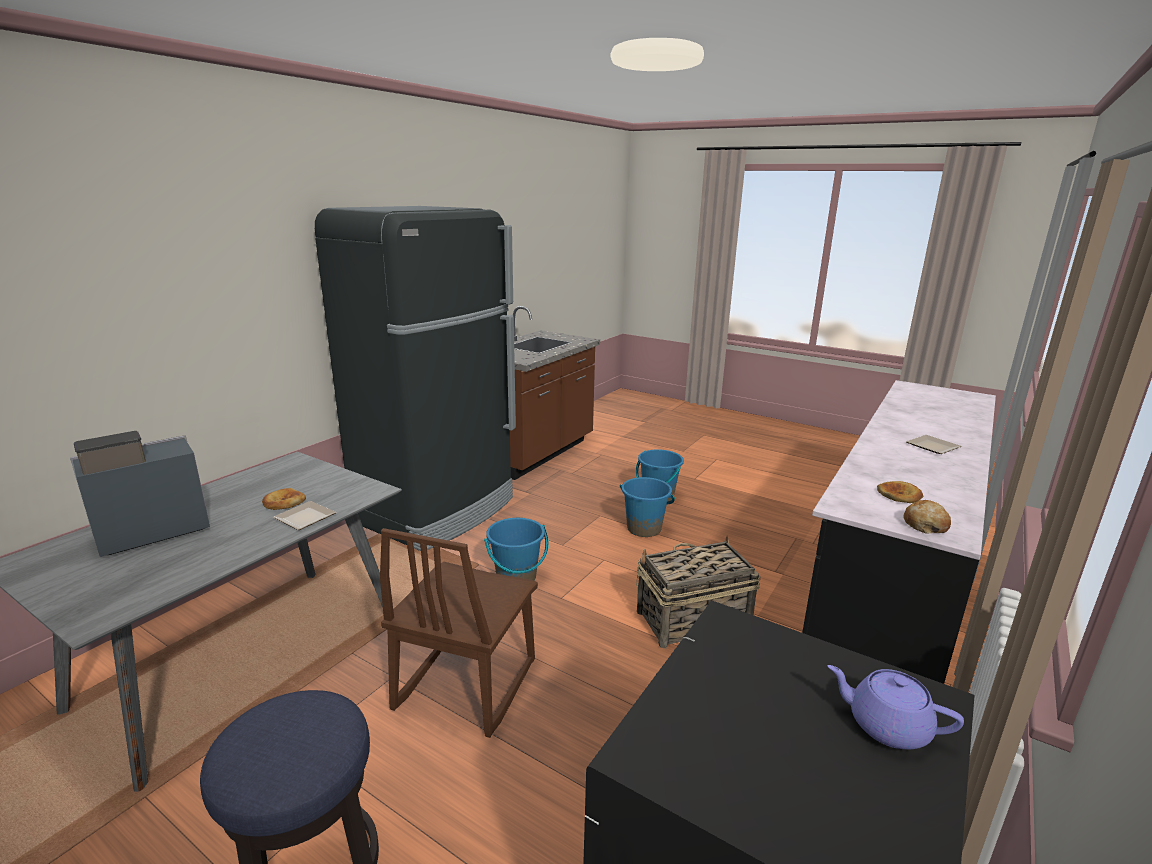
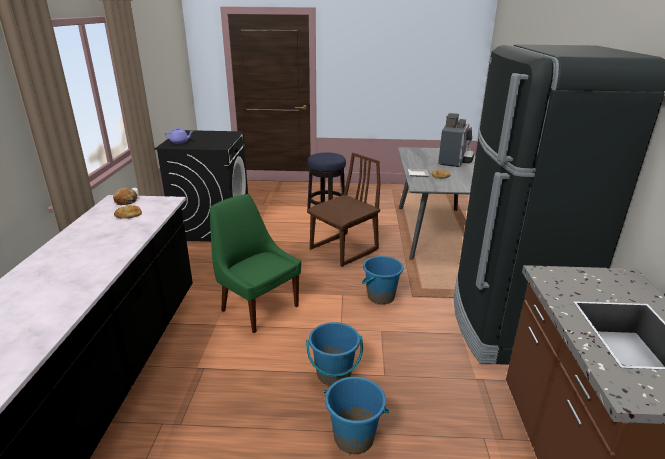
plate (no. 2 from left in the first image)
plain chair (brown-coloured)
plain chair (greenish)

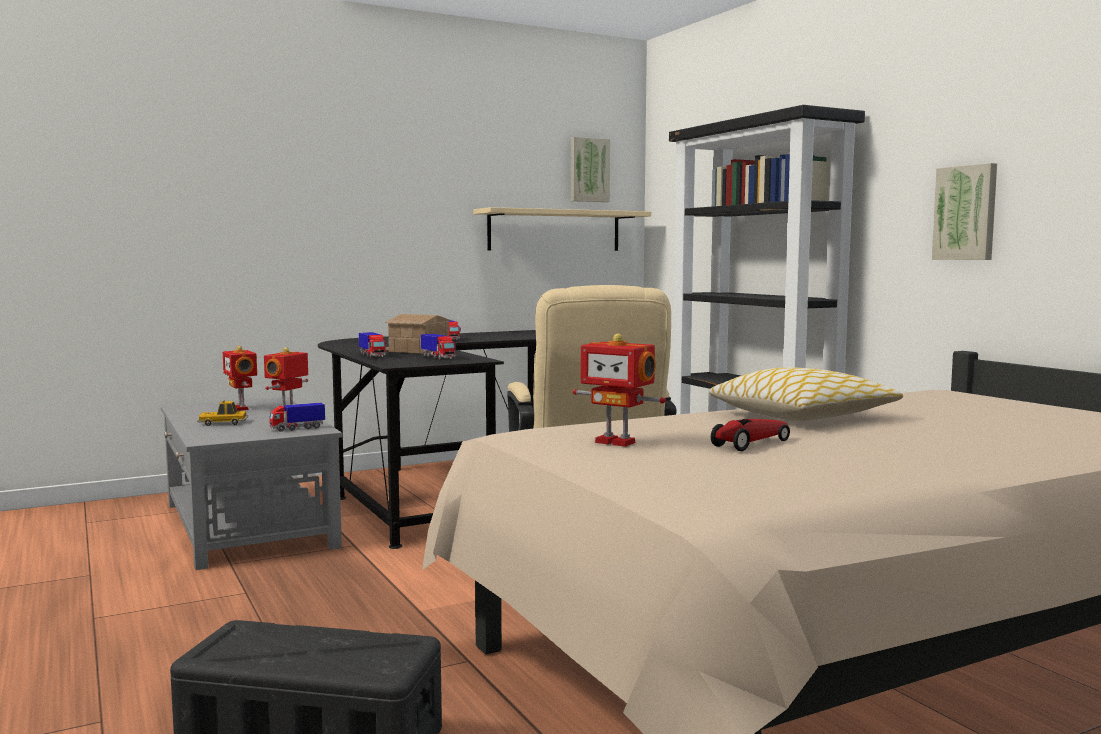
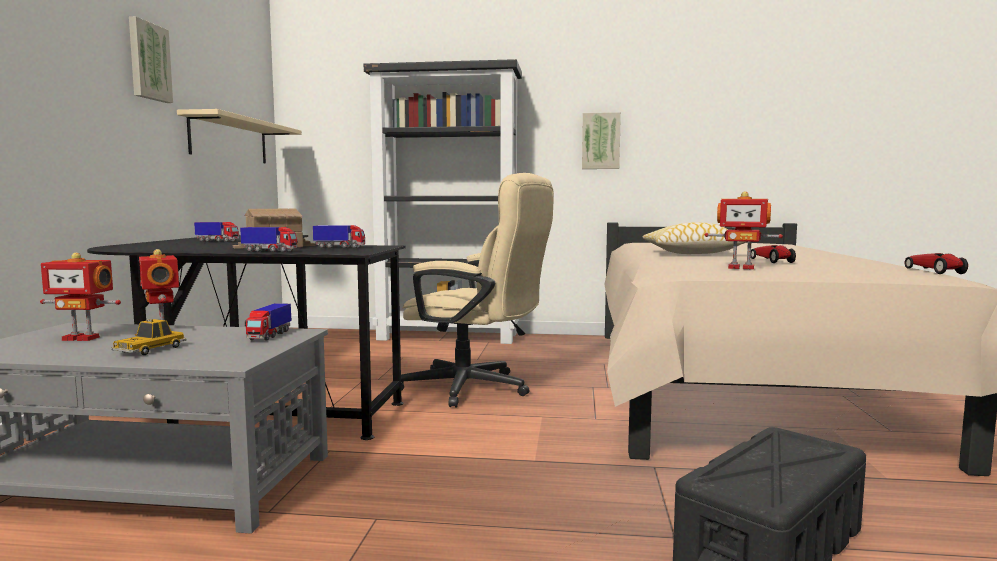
wall picture (no. 1 from left)
robot figure (no. 3 from left)
model car (no. 3 from left)

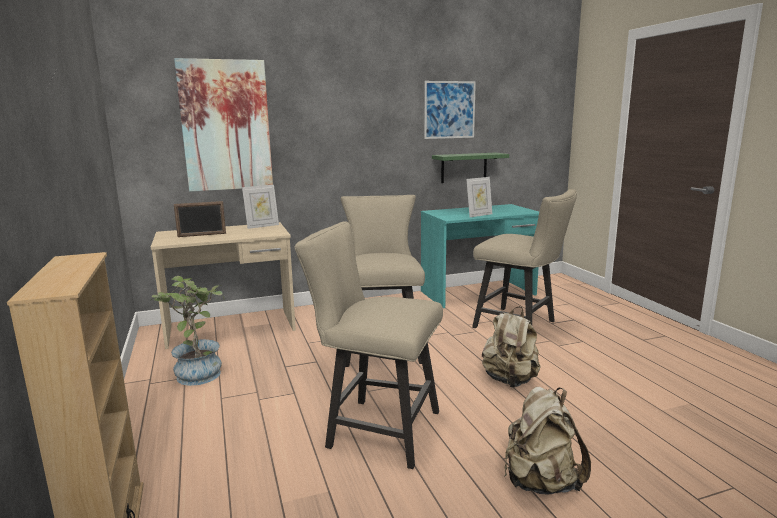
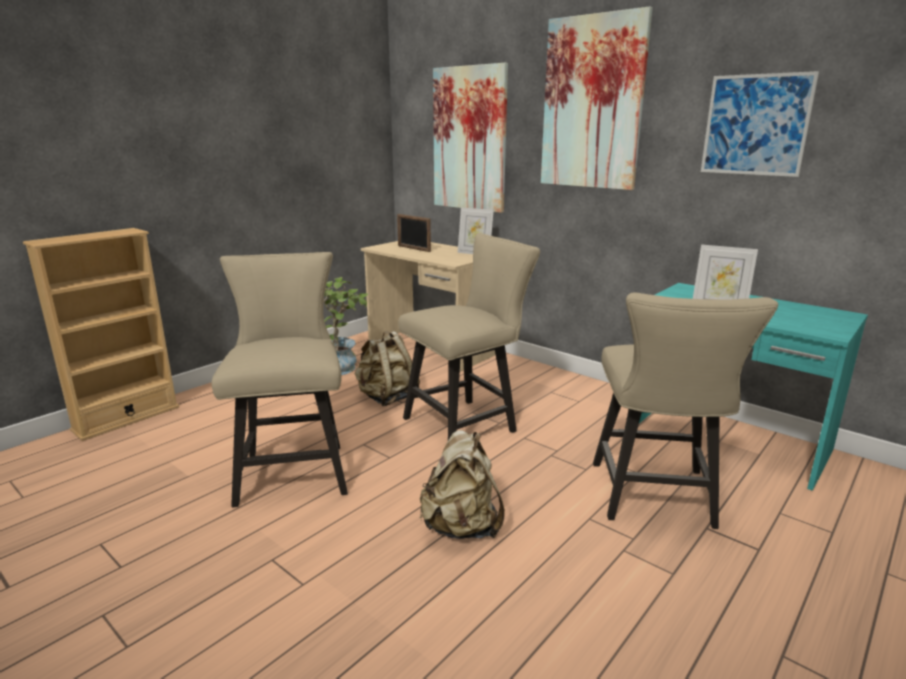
shelf (greenish)
rucksack (sand-coloured) (no. 1 from left)
wall picture (no. 2 from left)

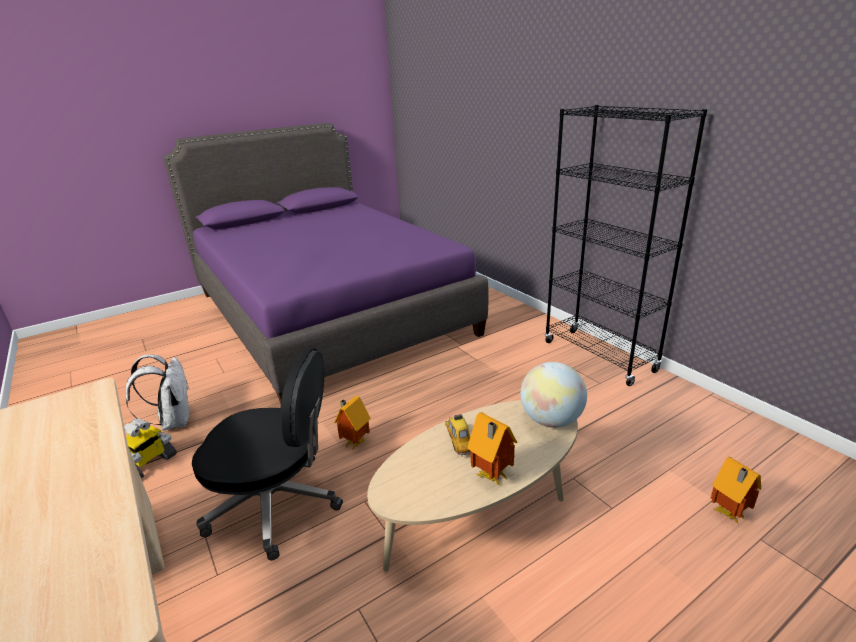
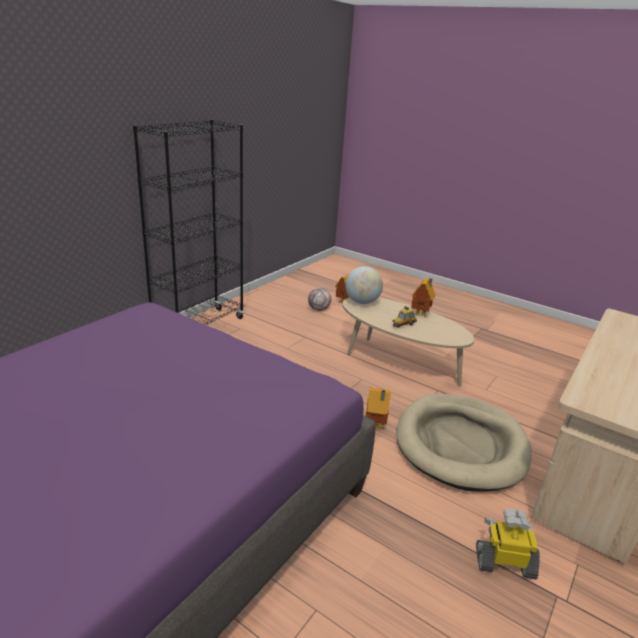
pet bed (sand-coloured)
rucksack (white)
ball for football

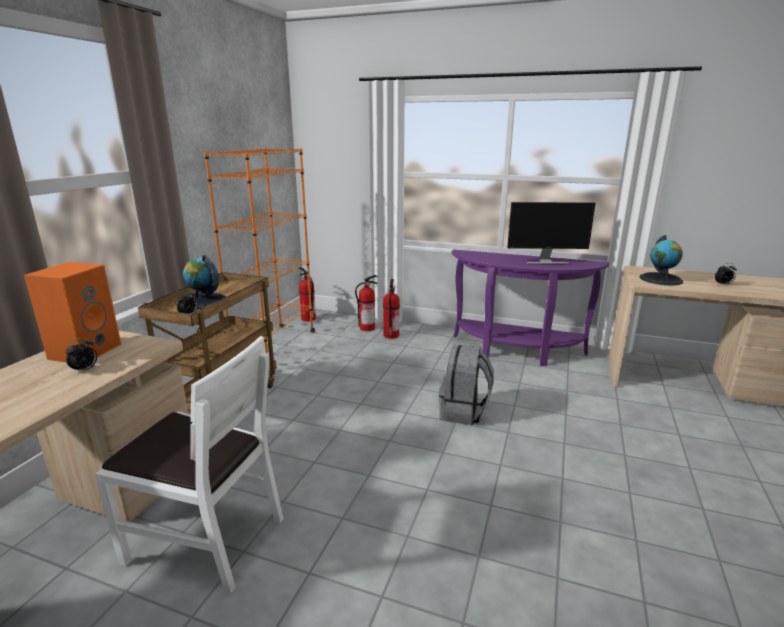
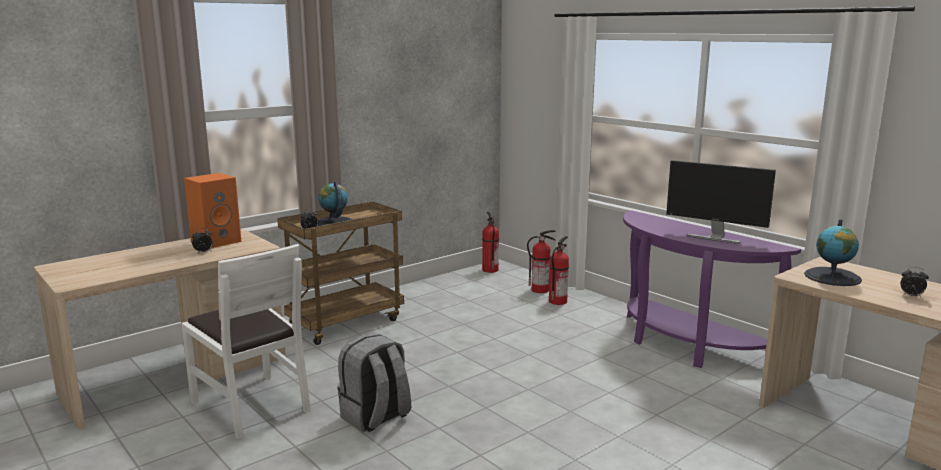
shelving unit (orangey)
rucksack (grey)

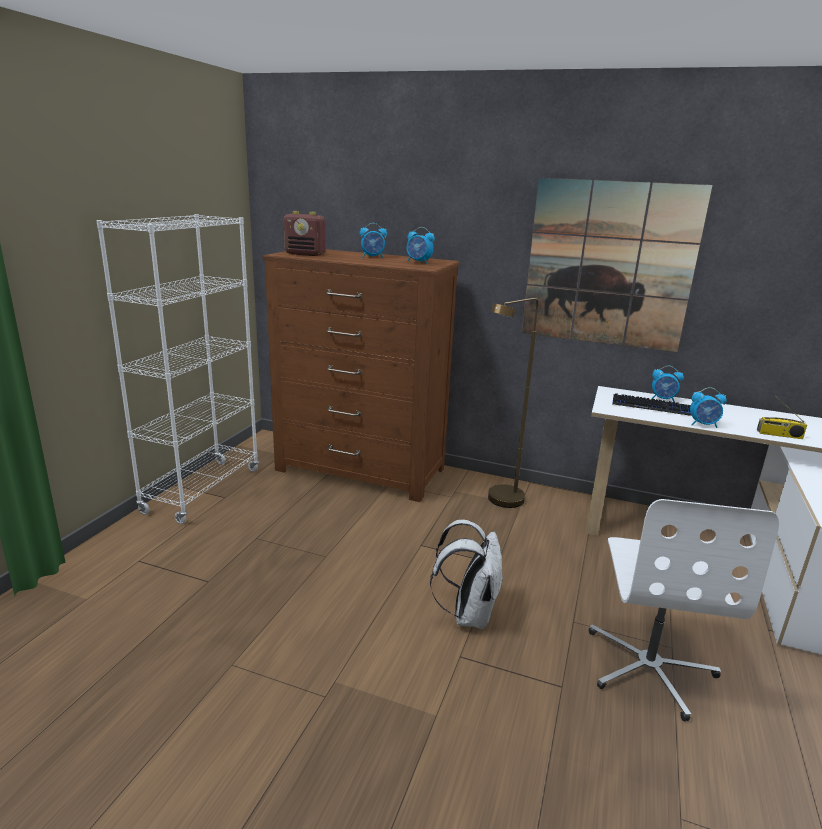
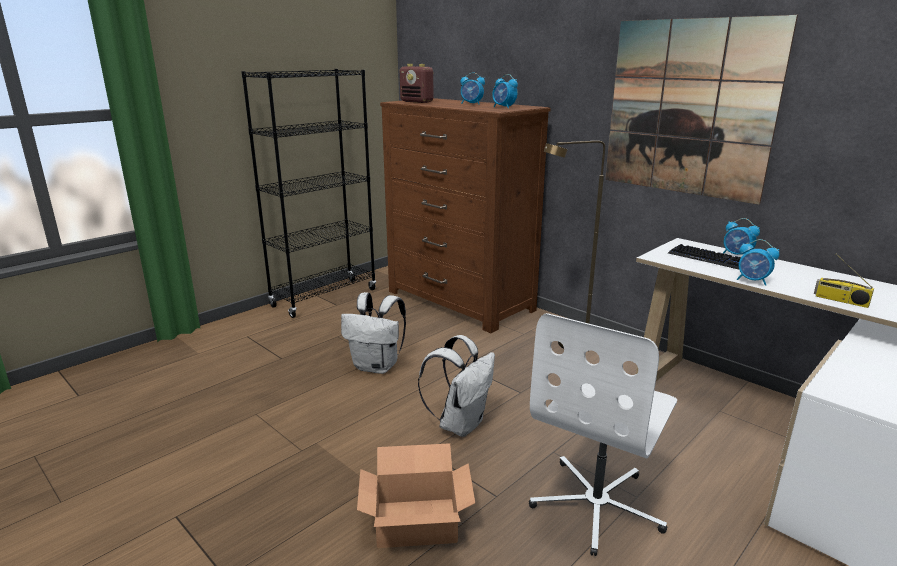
shelving unit (black)
rucksack (white) (no. 1 from left)
packing box

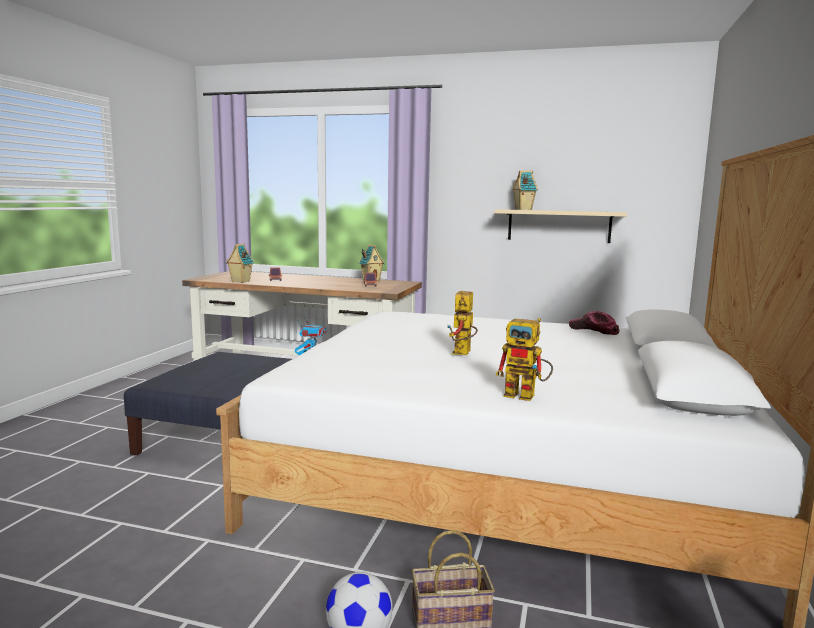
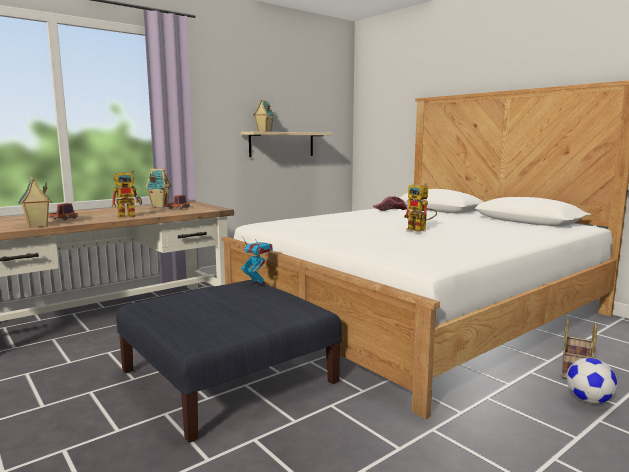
robot figure (no. 1 from left)

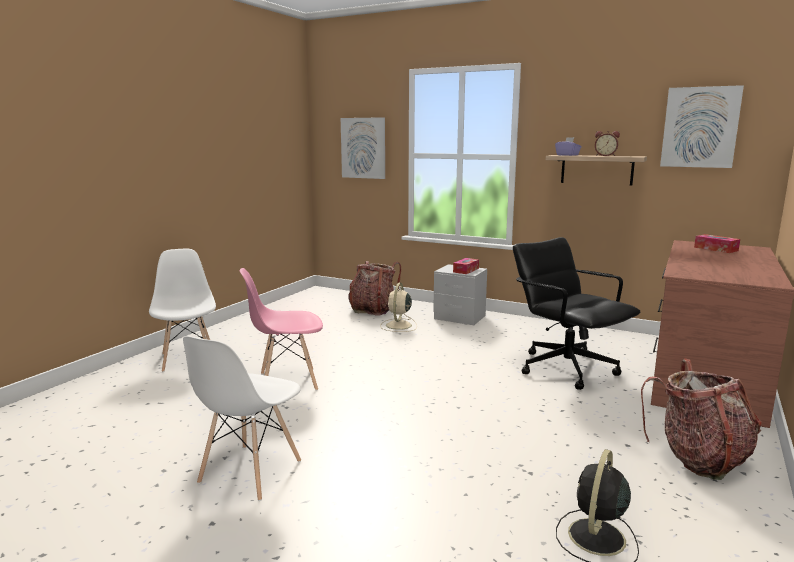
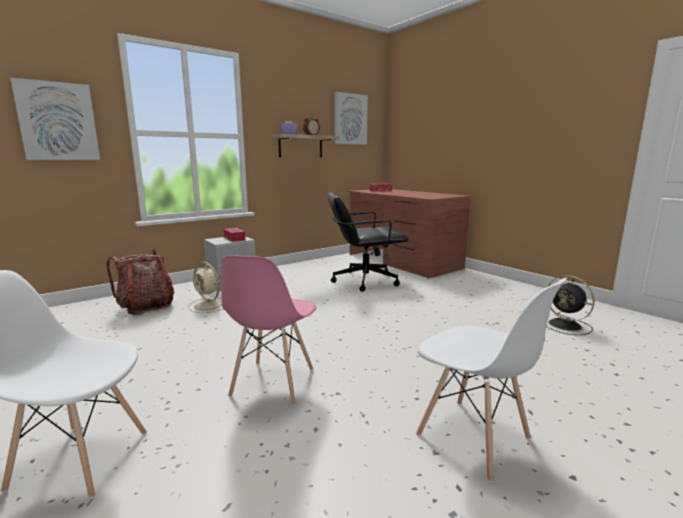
rucksack (no. 2 from left in the first image)

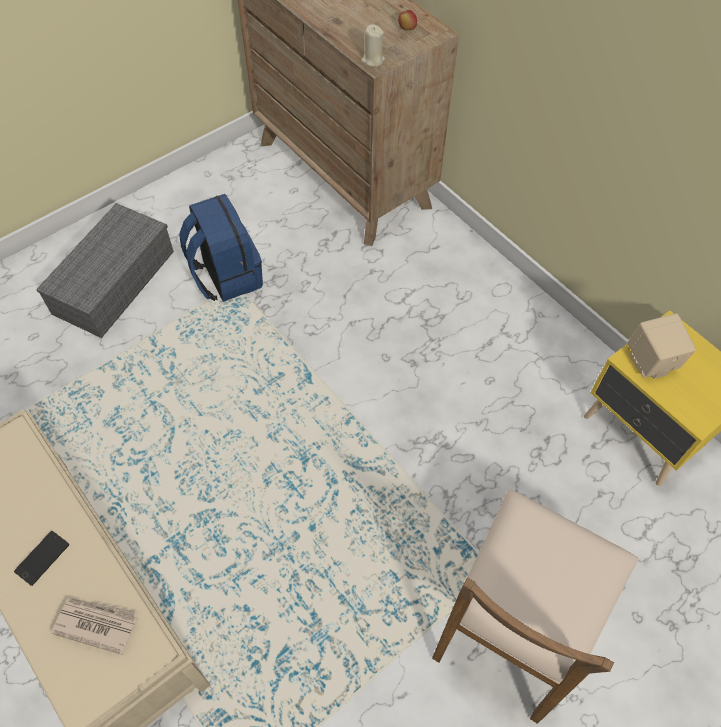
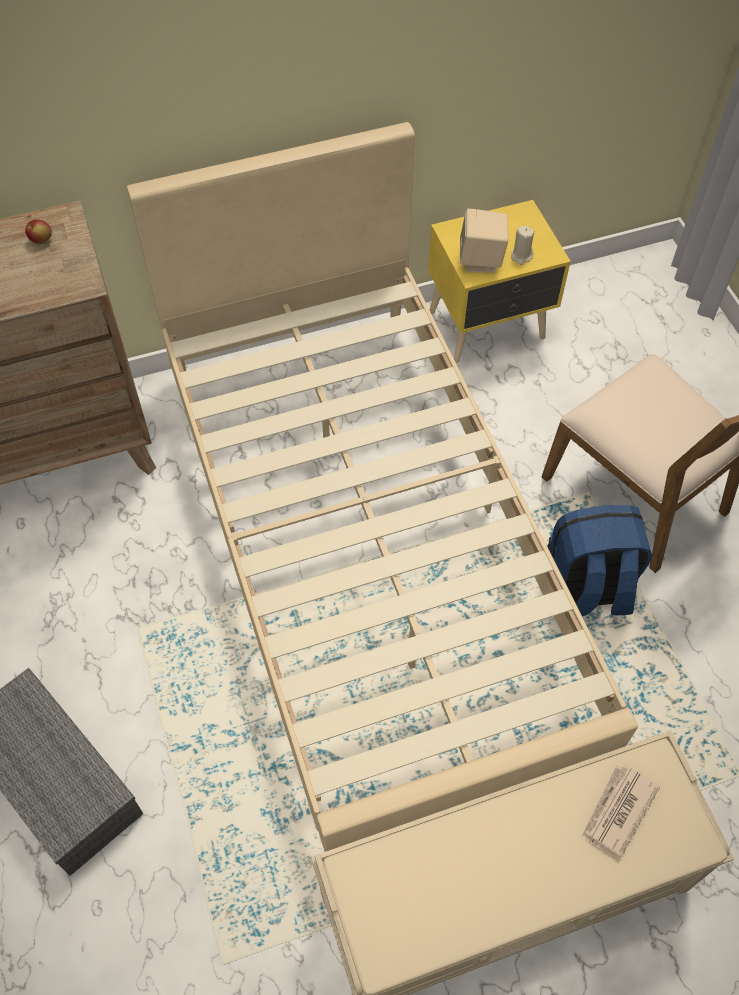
wax candle (sand-coloured)
rucksack (blue)
phone
bed (sand-coloured)

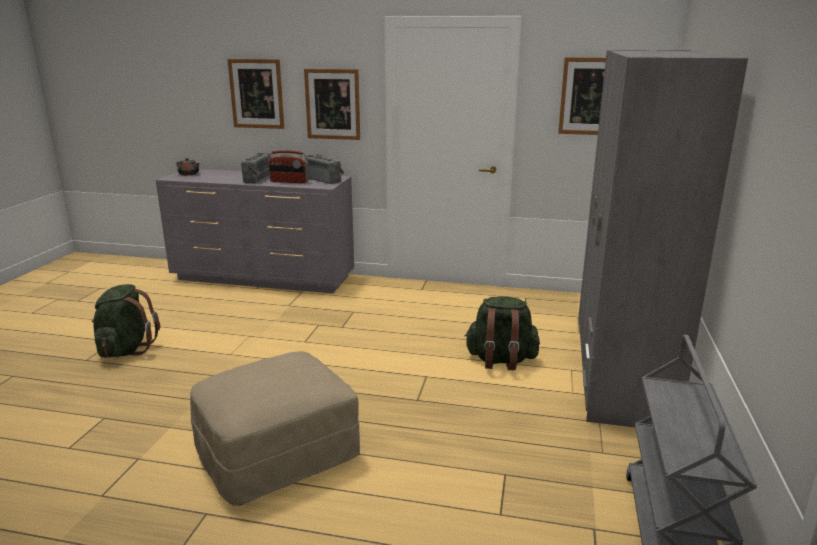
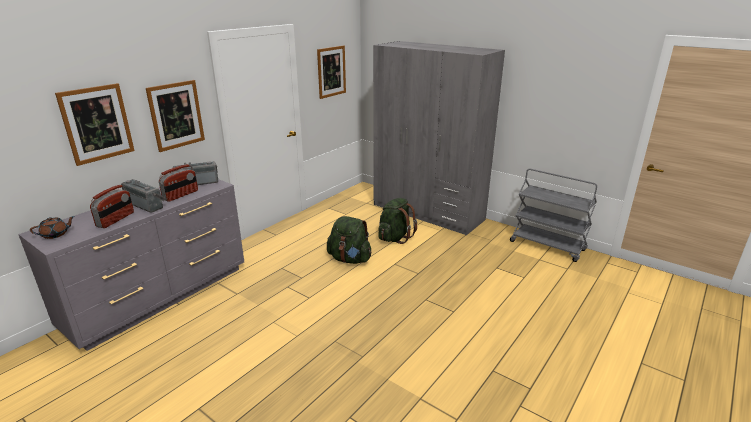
rucksack (greenish) (no. 1 from left)
ottoman (sand-coloured)
radio receiver (no. 1 from left)

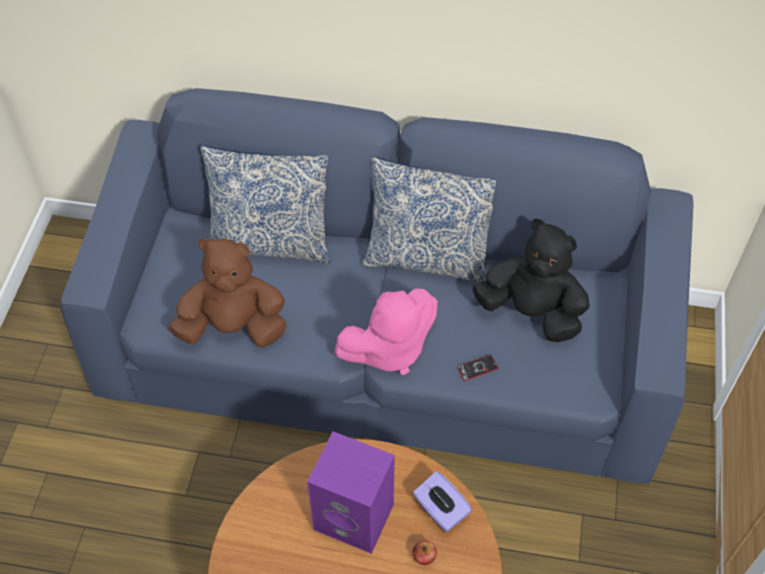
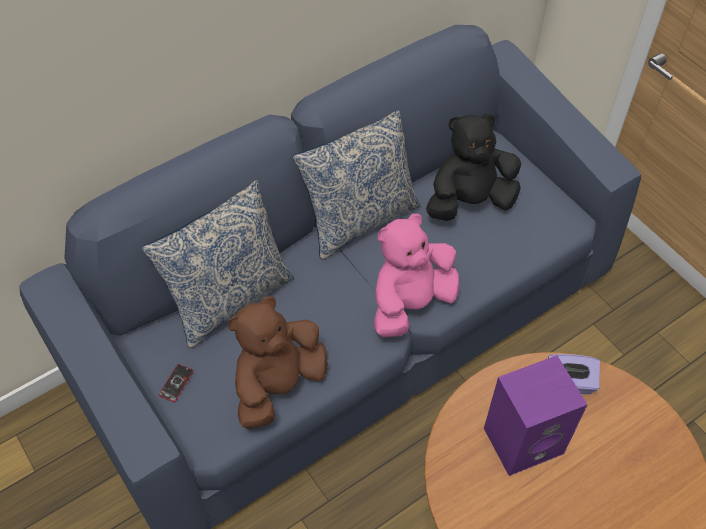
plush toy (pink-coloured)
phone
apple

